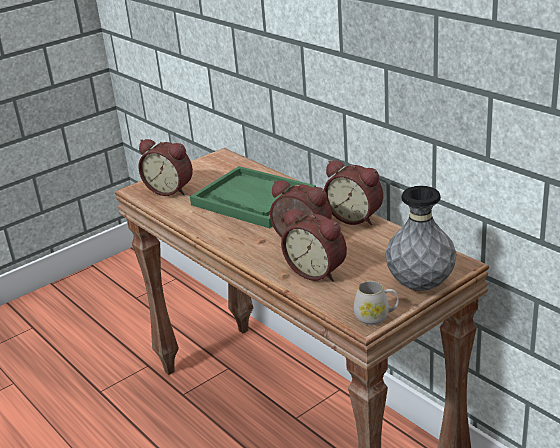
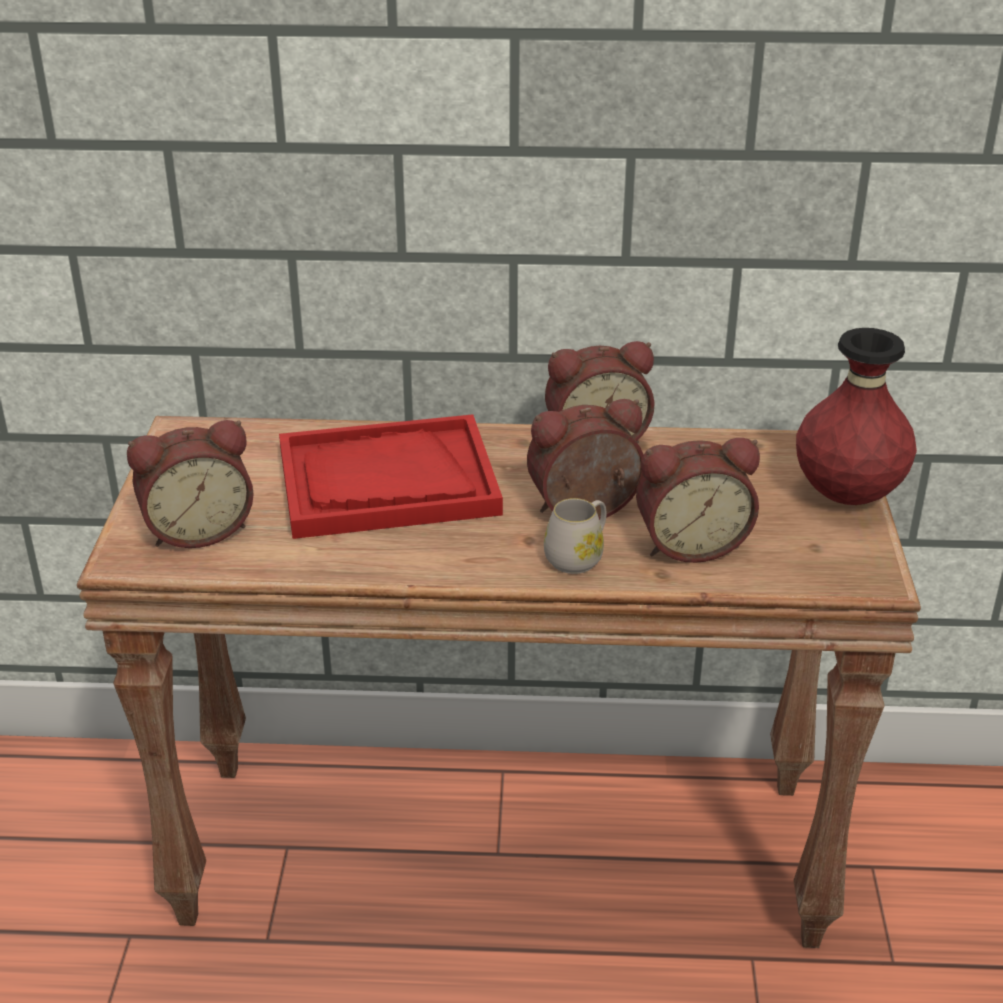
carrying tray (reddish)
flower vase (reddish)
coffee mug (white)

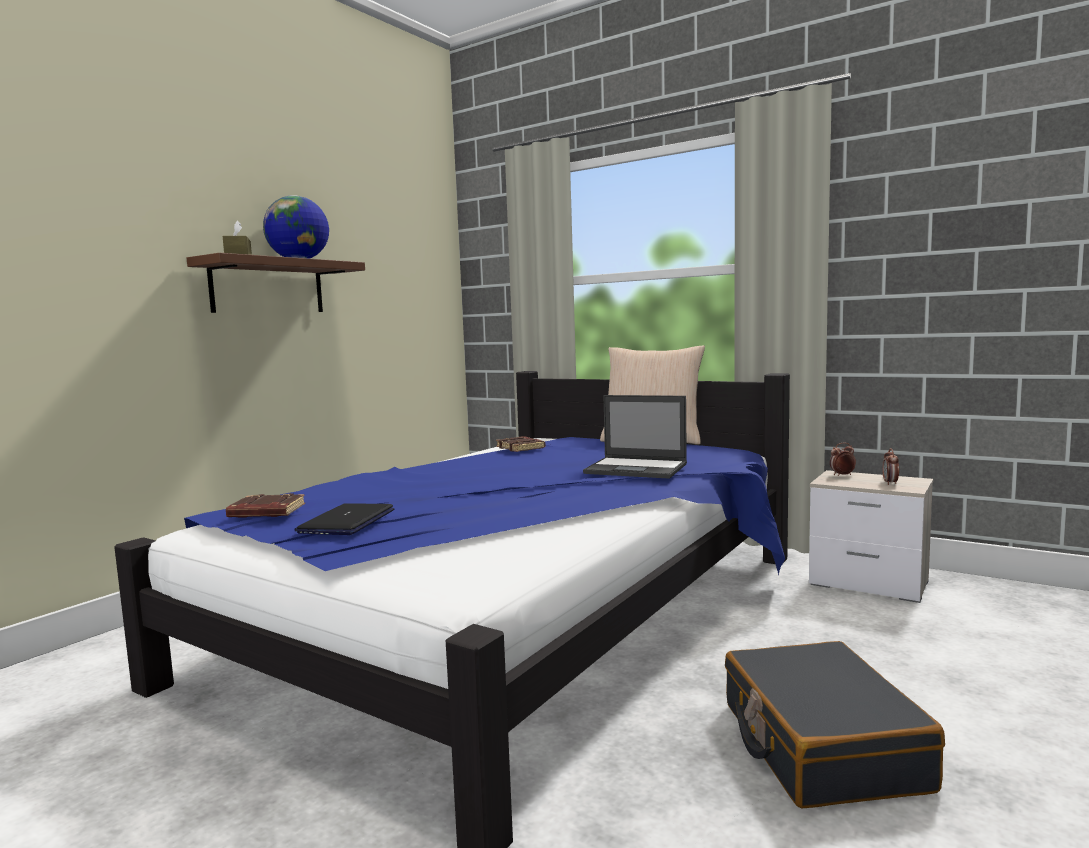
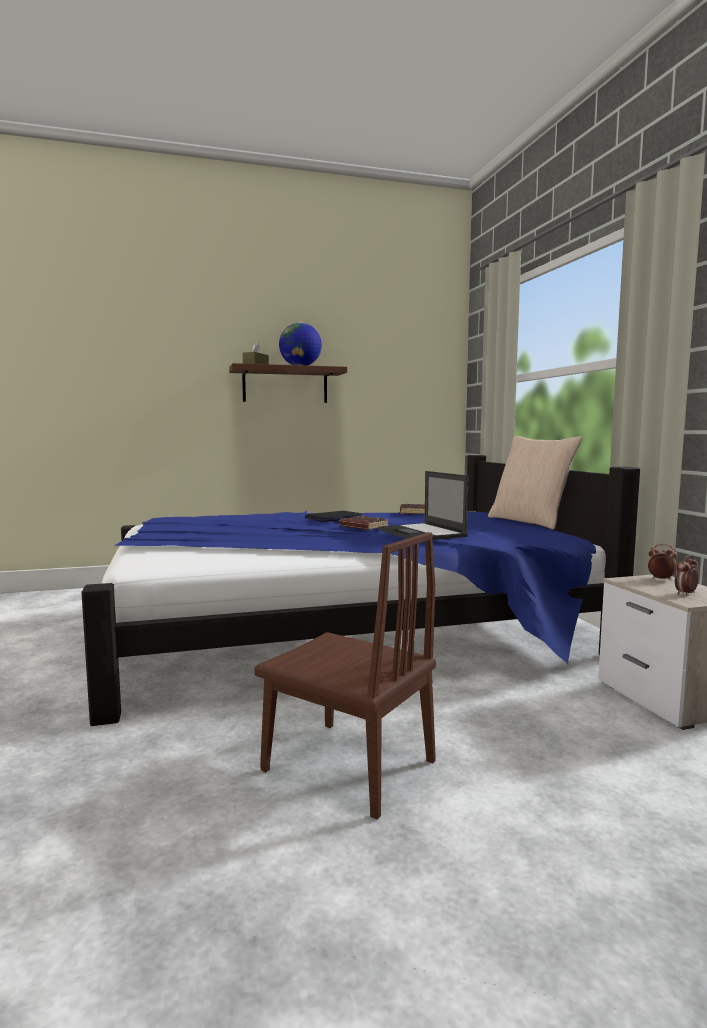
volume (brown-coloured) (no. 1 from left)
laptop (no. 1 from left)
plain chair (brown-coloured)

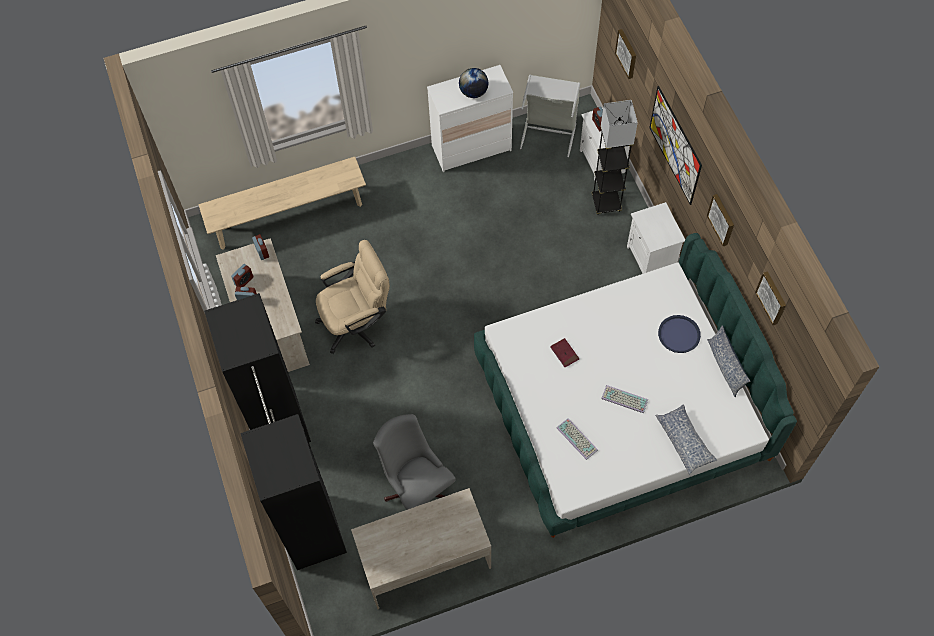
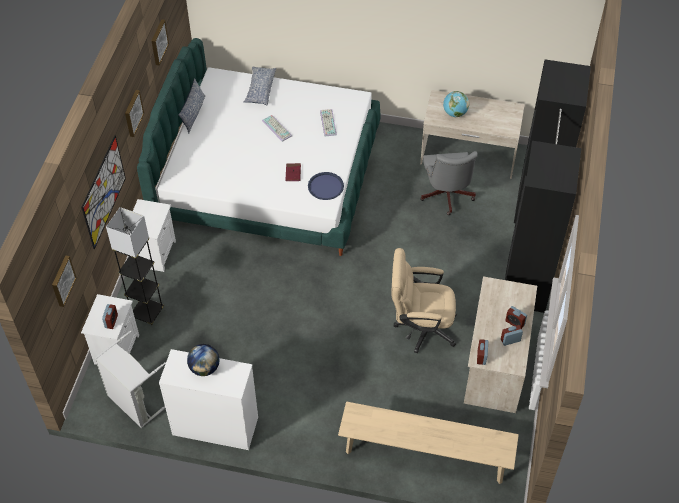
carrying tray (blue)
desk globe (no. 2 from left)

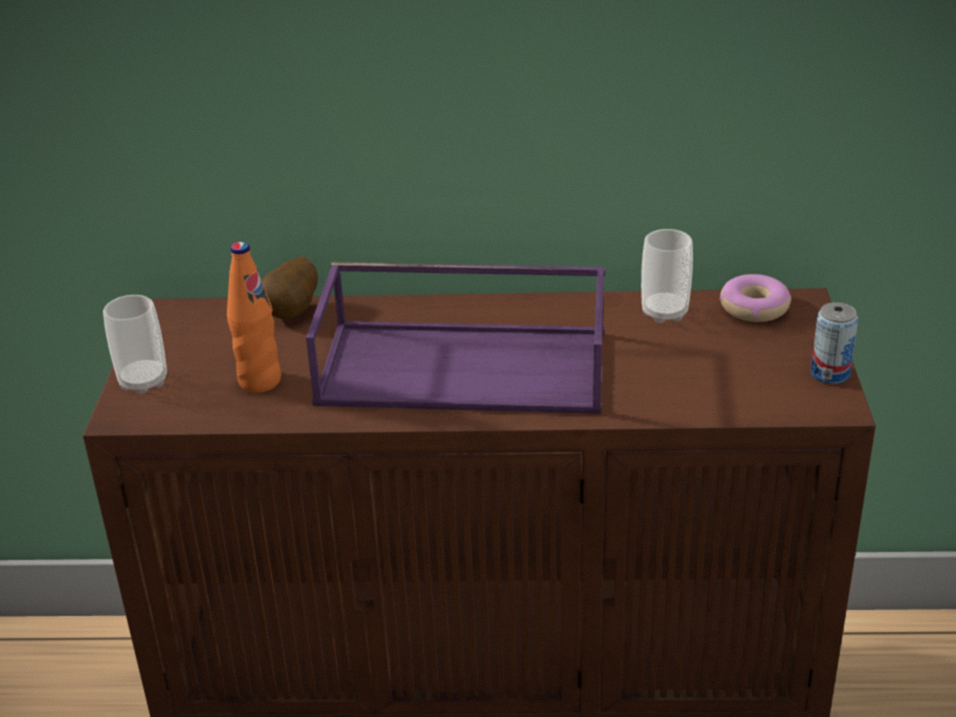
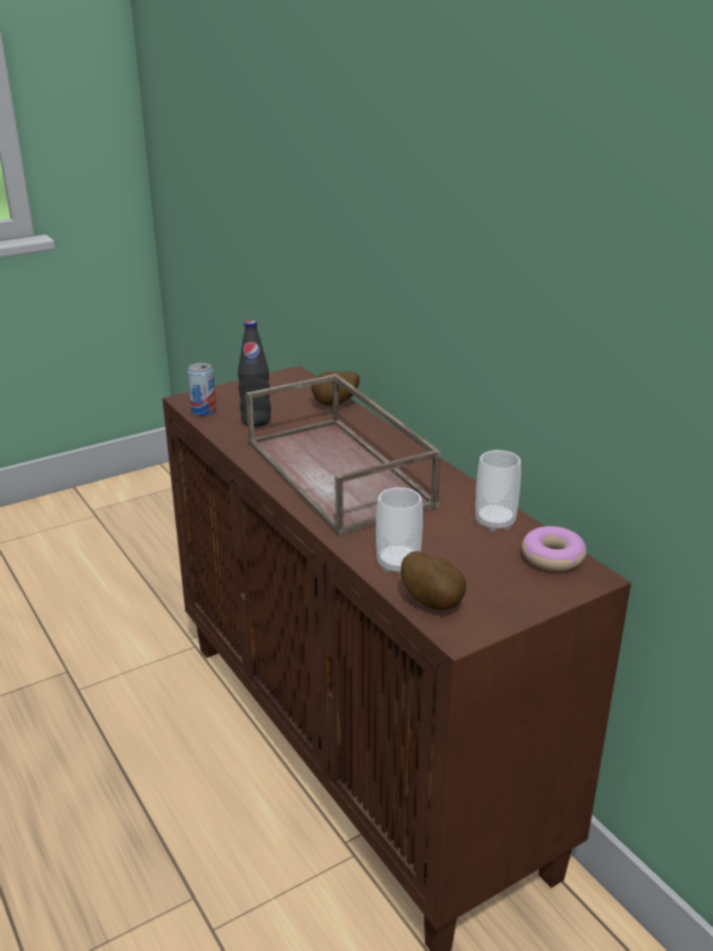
drink bottle (black)
carrying tray (brown-coloured)
cup (no. 1 from left)
can
spud (no. 2 from left)

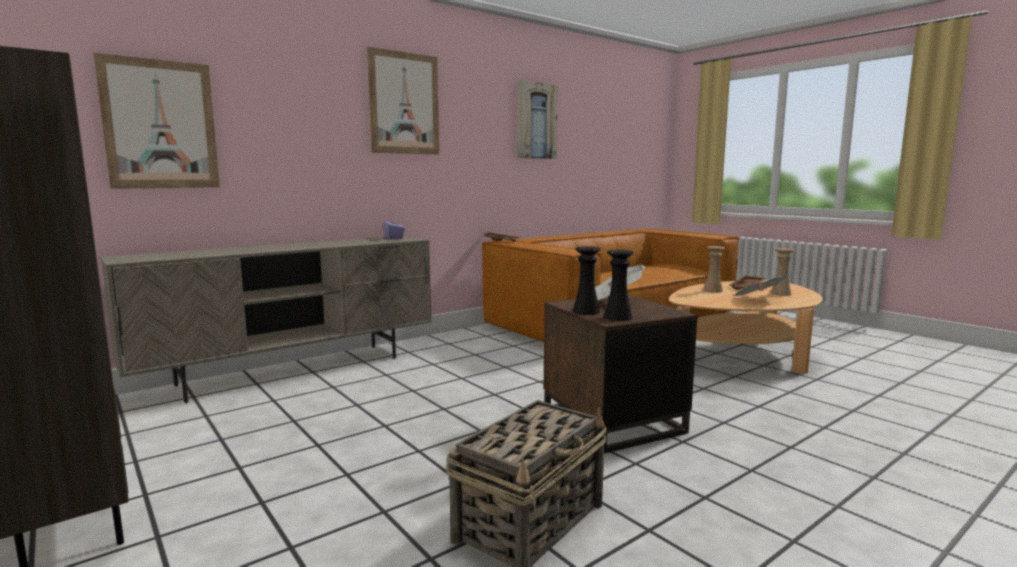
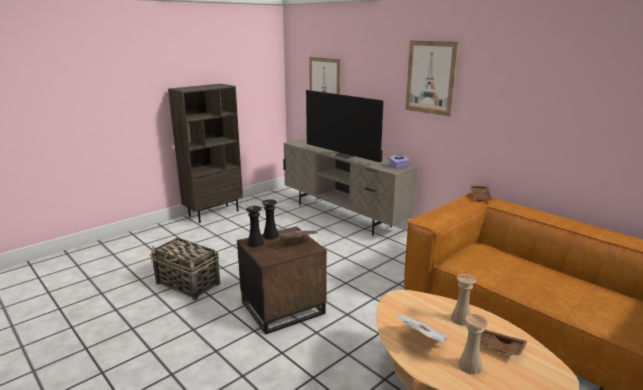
wall picture (no. 3 from left in the first image)
television

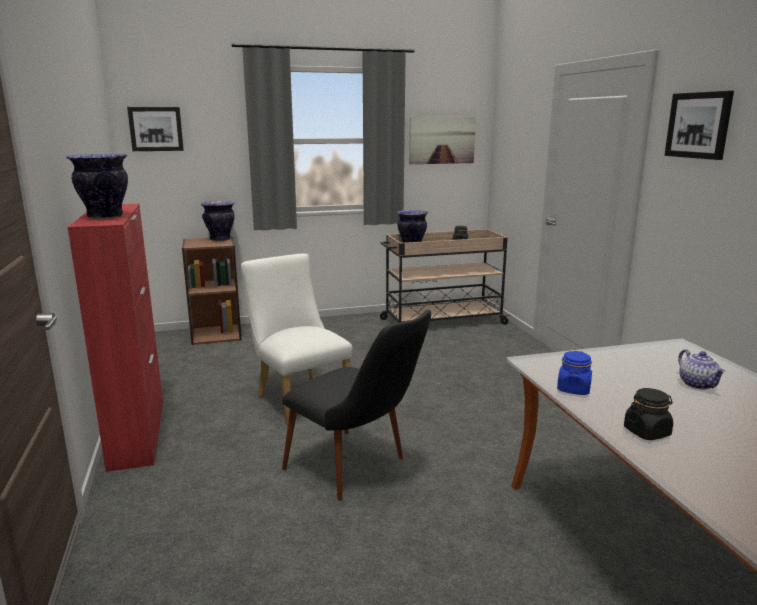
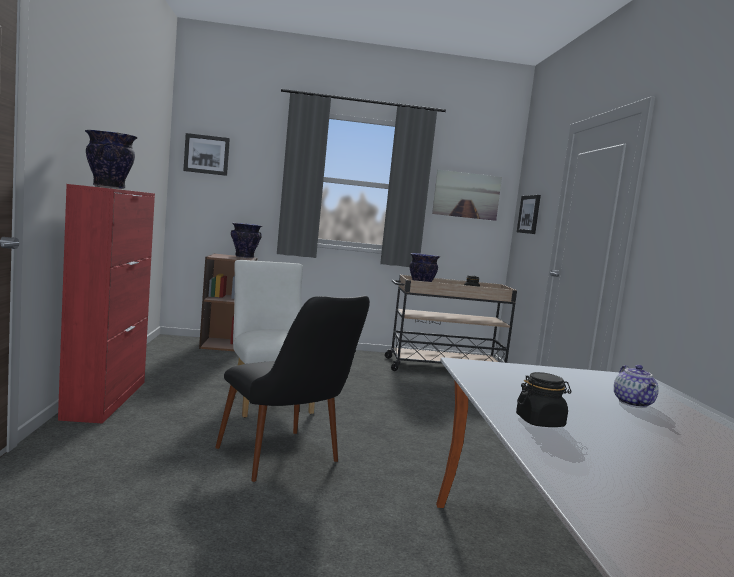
wall picture (no. 3 from left)
preserve jar (blue)

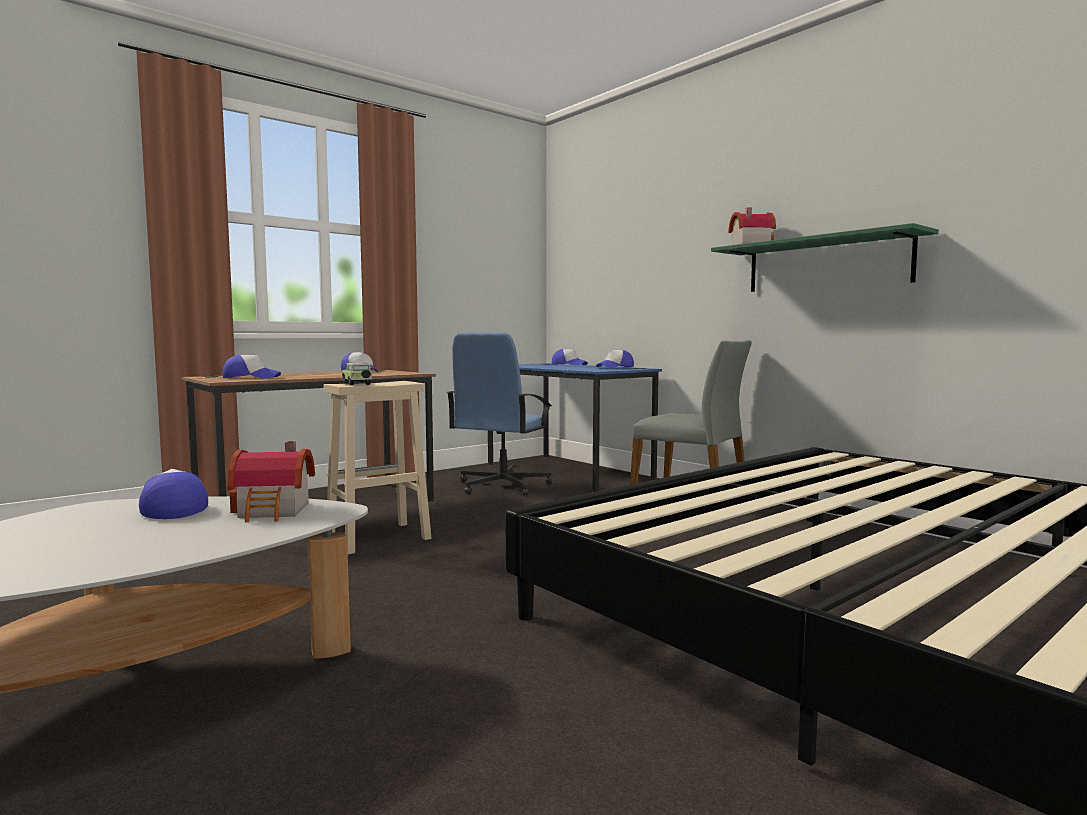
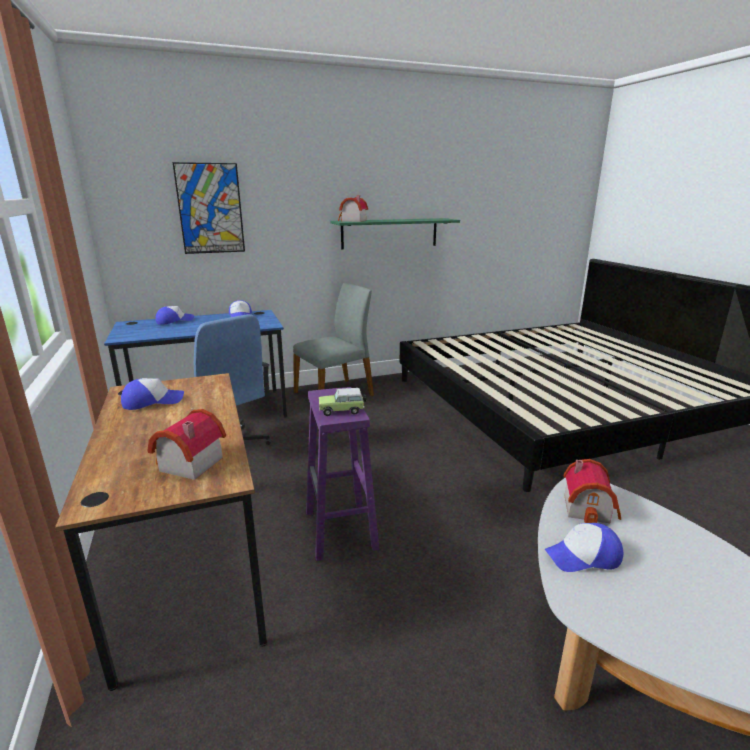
miniature house (no. 1 from left)
stool seat (purplish)
wall picture

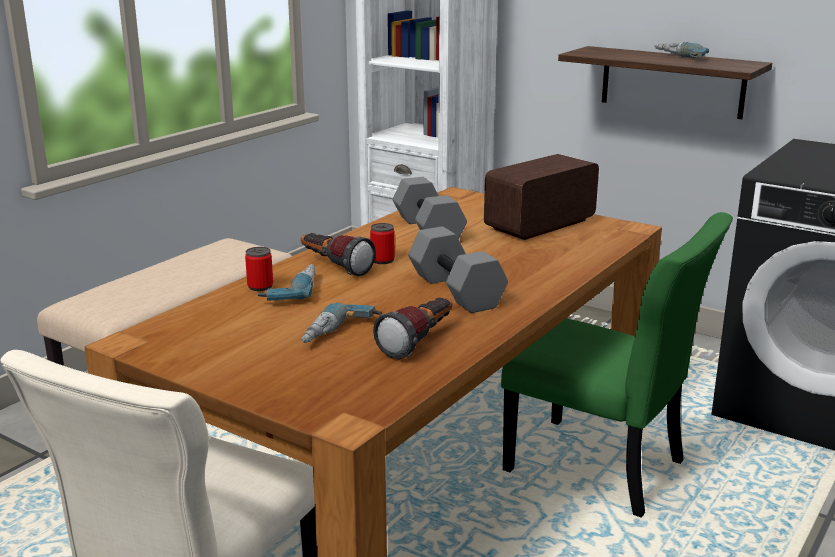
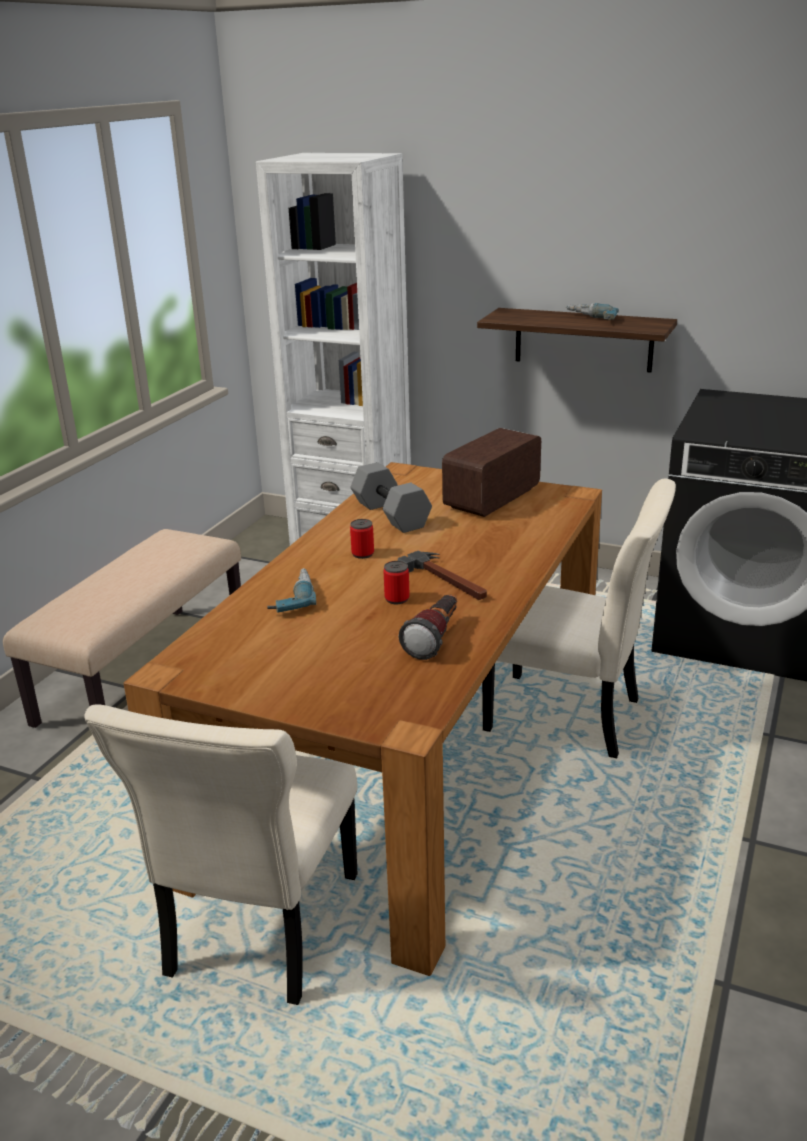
plain chair (sand-coloured) (no. 2 from left)
tool hammer
torch (no. 1 from left in the first image)
can (no. 2 from left)
electric drill (no. 2 from left in the first image)

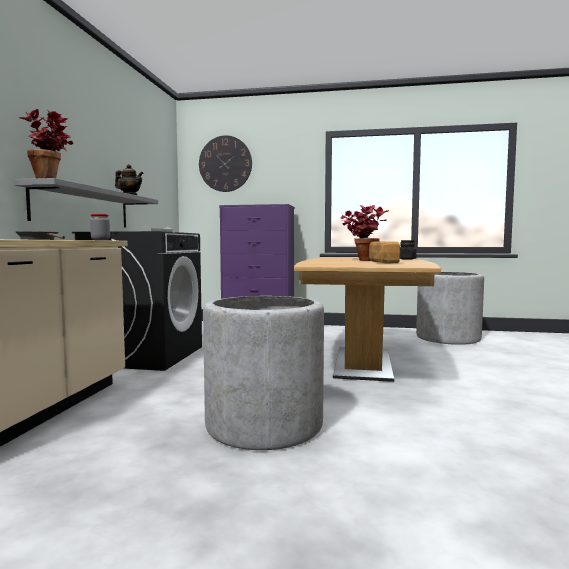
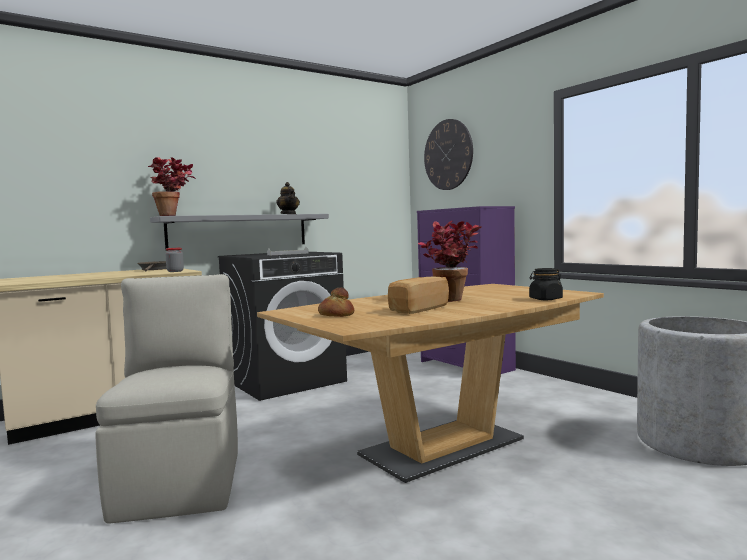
plain chair (sand-coloured)
bread (no. 1 from left)

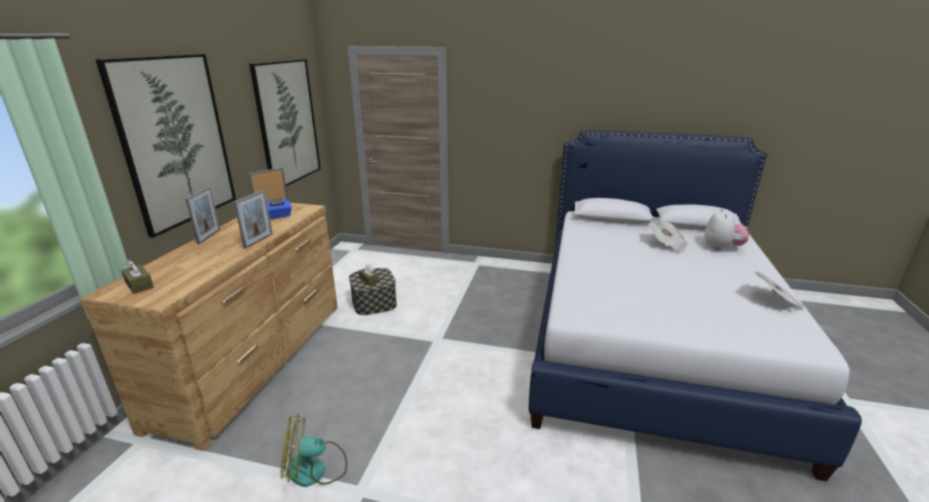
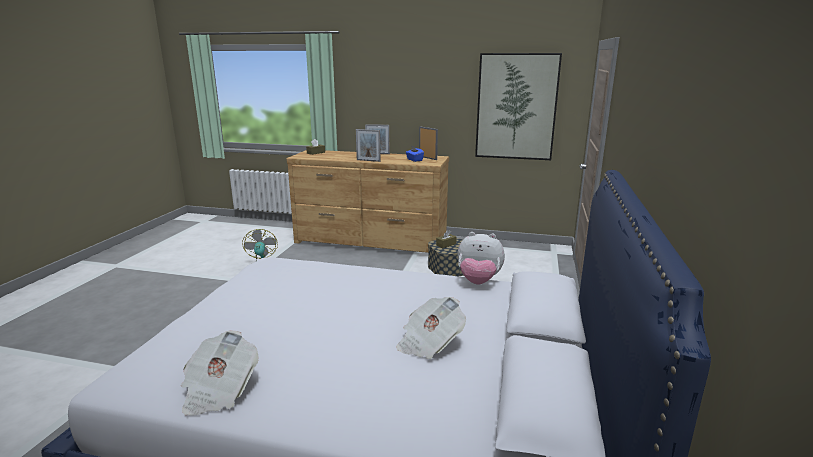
wall picture (no. 1 from left in the first image)
plush toy

